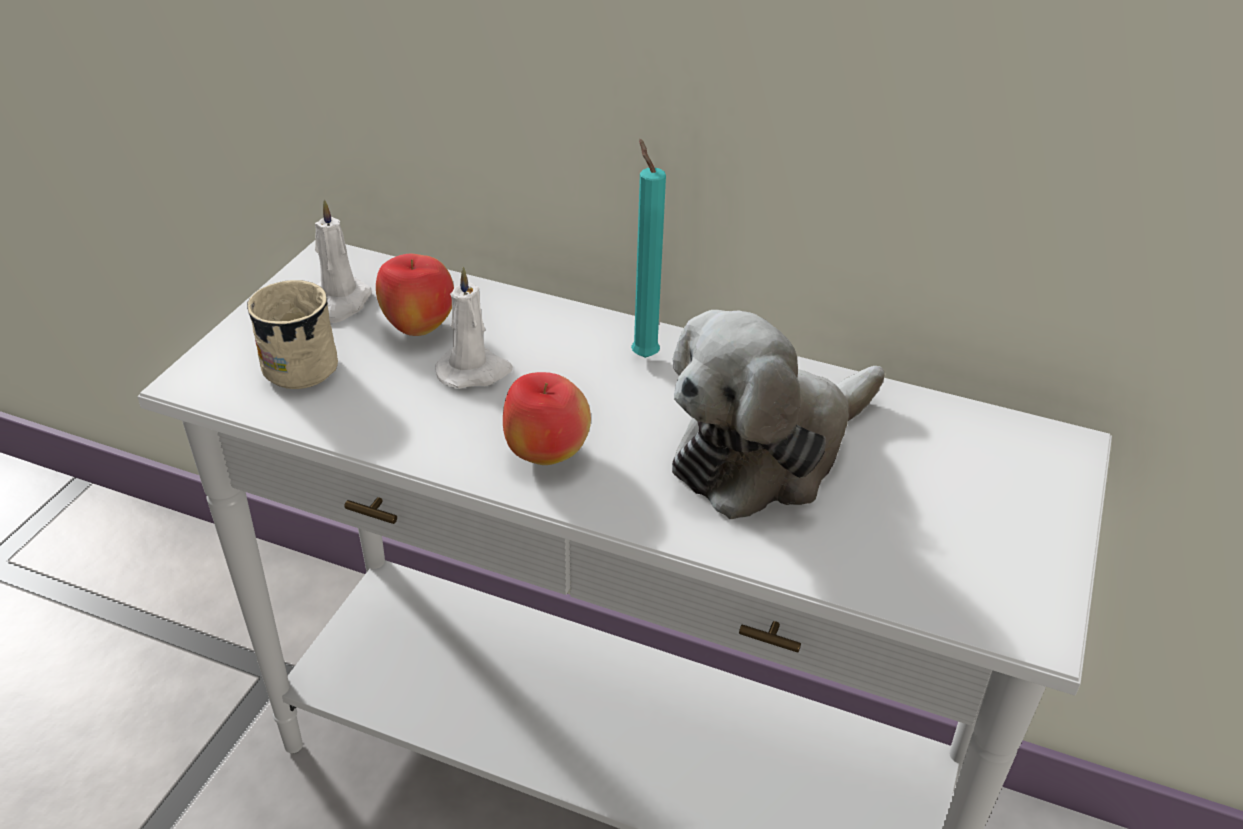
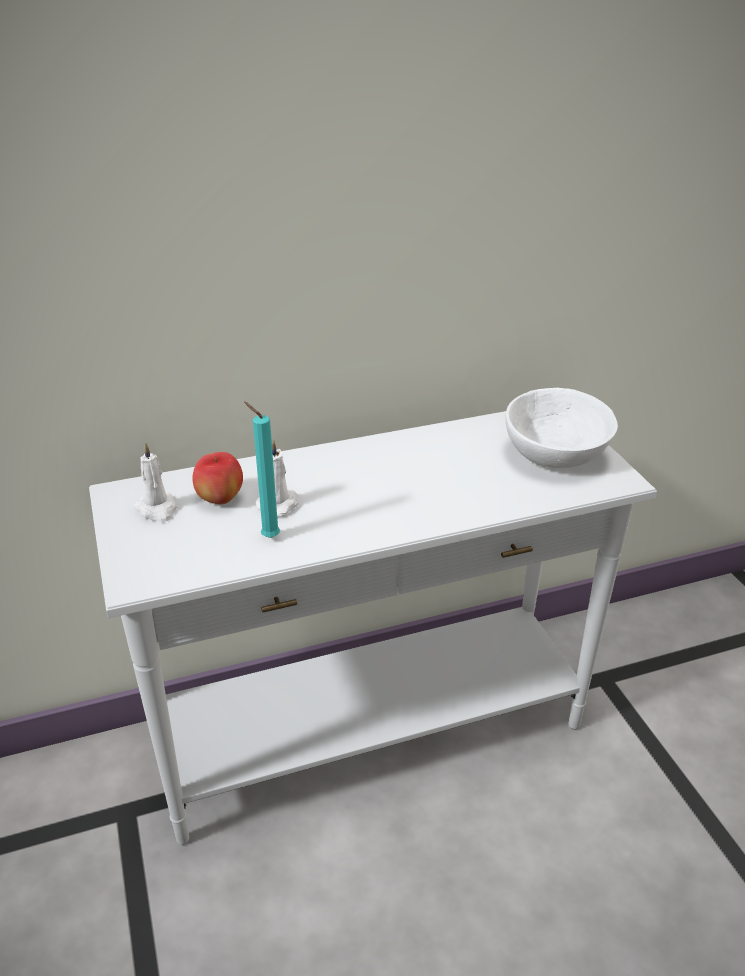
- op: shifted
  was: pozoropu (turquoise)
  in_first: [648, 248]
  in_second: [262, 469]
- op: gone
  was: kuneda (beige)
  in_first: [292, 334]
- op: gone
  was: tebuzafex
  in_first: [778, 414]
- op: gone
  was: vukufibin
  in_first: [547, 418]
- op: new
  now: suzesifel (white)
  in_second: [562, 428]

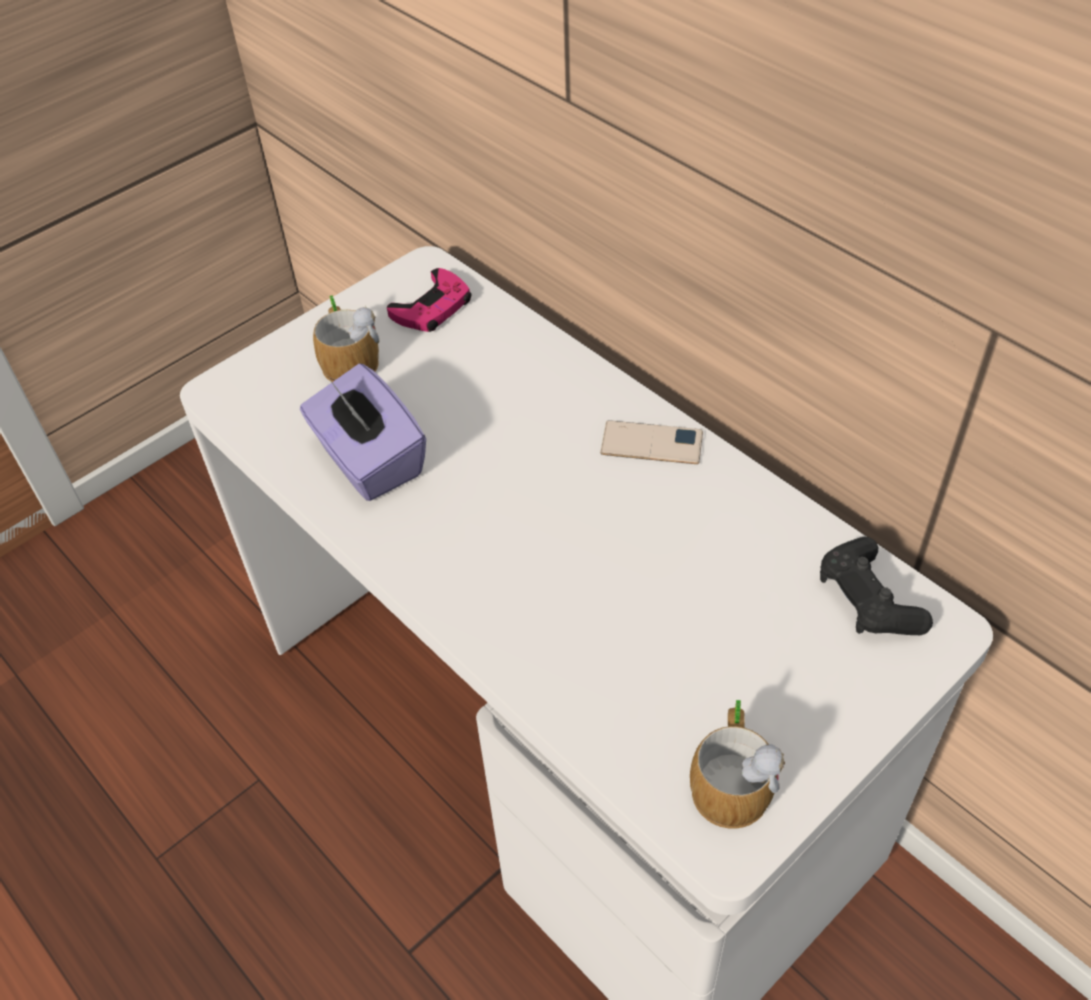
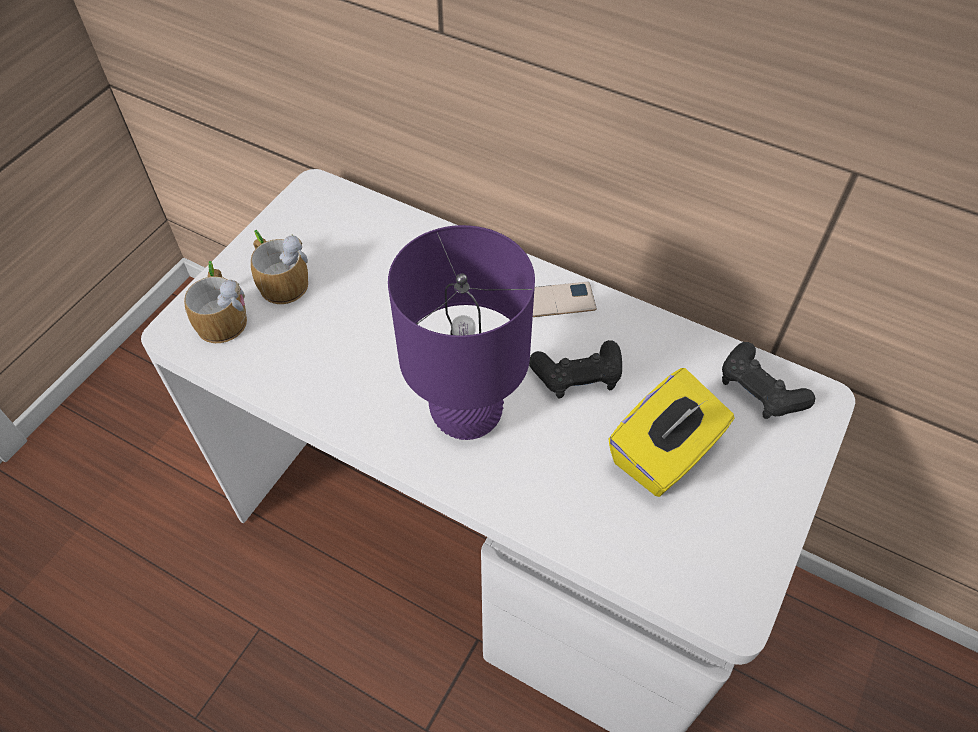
- op: gone
  was: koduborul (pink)
  in_first: [429, 300]
- op: gone
  was: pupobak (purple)
  in_first: [363, 432]
- op: shifted
  was: kuneda
  in_first: [737, 764]
  in_second: [215, 302]
- op: new
  now: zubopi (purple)
  in_second: [461, 332]
- op: new
  now: koduborul (black)
  in_second: [575, 369]
- op: new
  now: pupobak (yellow)
  in_second: [671, 432]

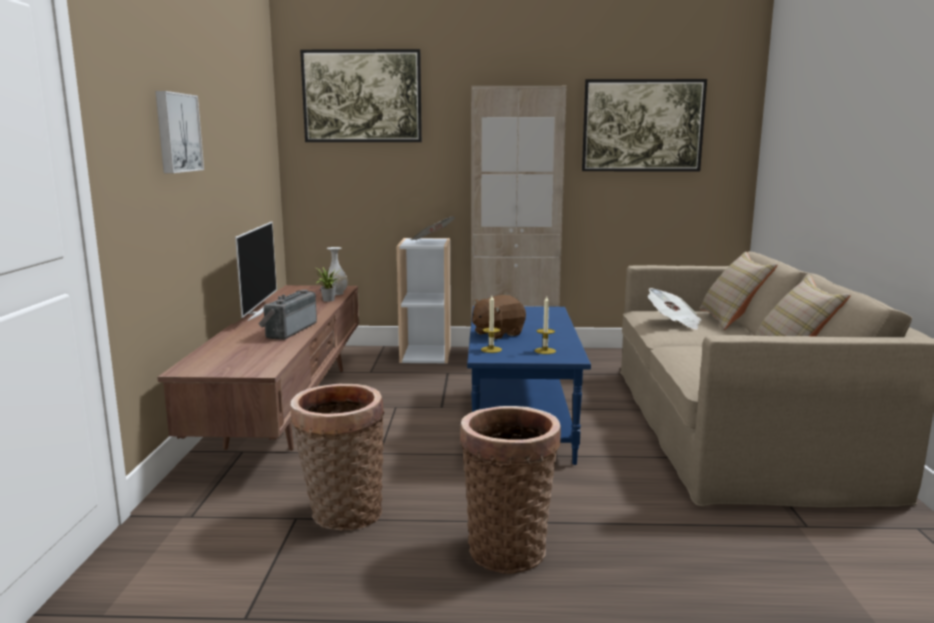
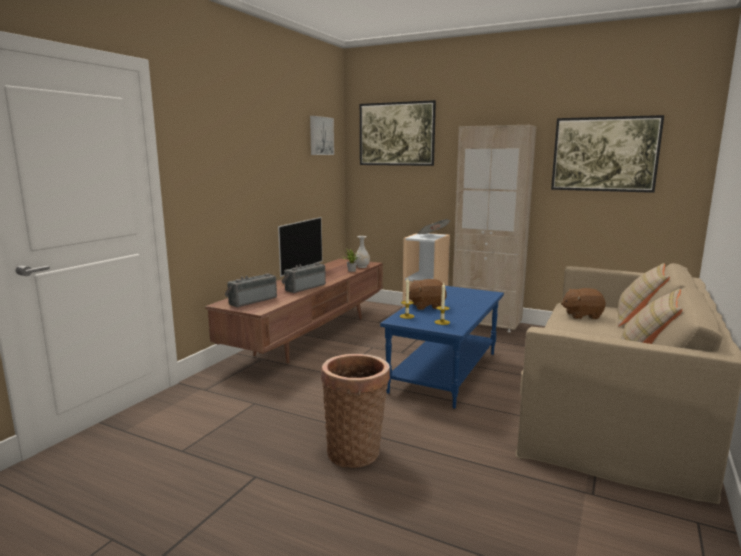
- op: shifted
  was: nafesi
  in_first: [180, 132]
  in_second: [322, 135]
- op: swapped
  was: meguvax
  now: tebuzafex (brown)
  in_first: [675, 309]
  in_second: [583, 303]
- op: gone
  was: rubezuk
  in_first: [337, 457]
- op: new
  now: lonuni
  in_second: [251, 290]

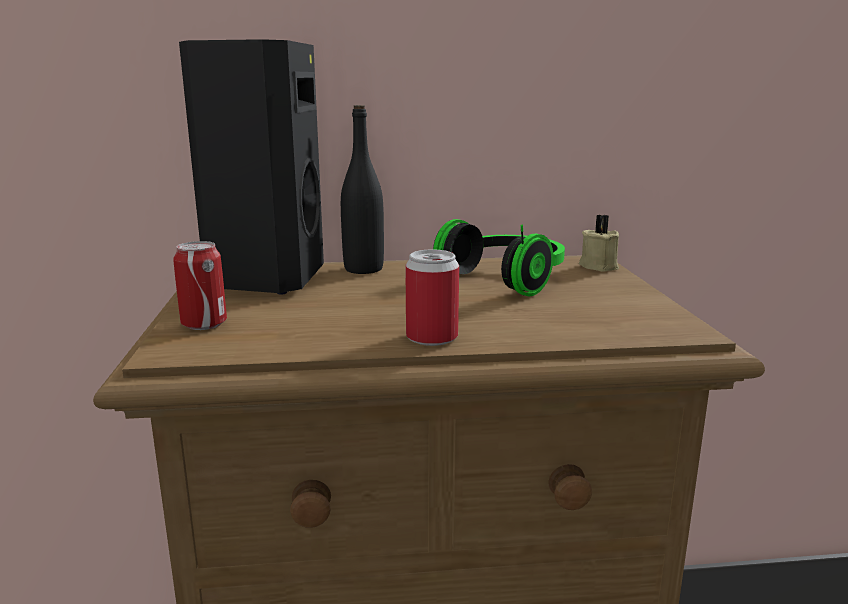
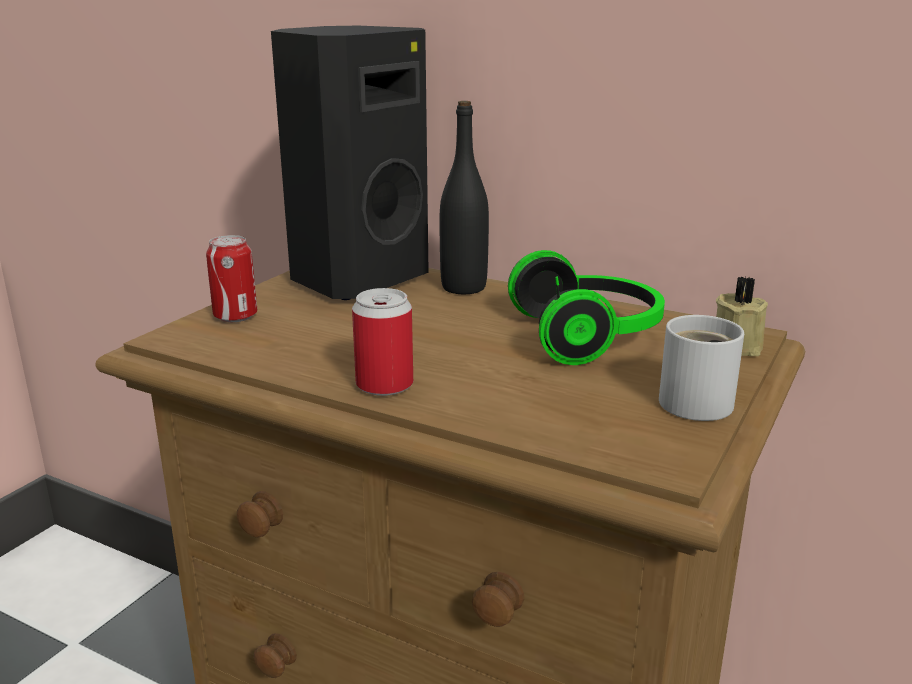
- op: new
  now: kuneda (white)
  in_second: [701, 368]

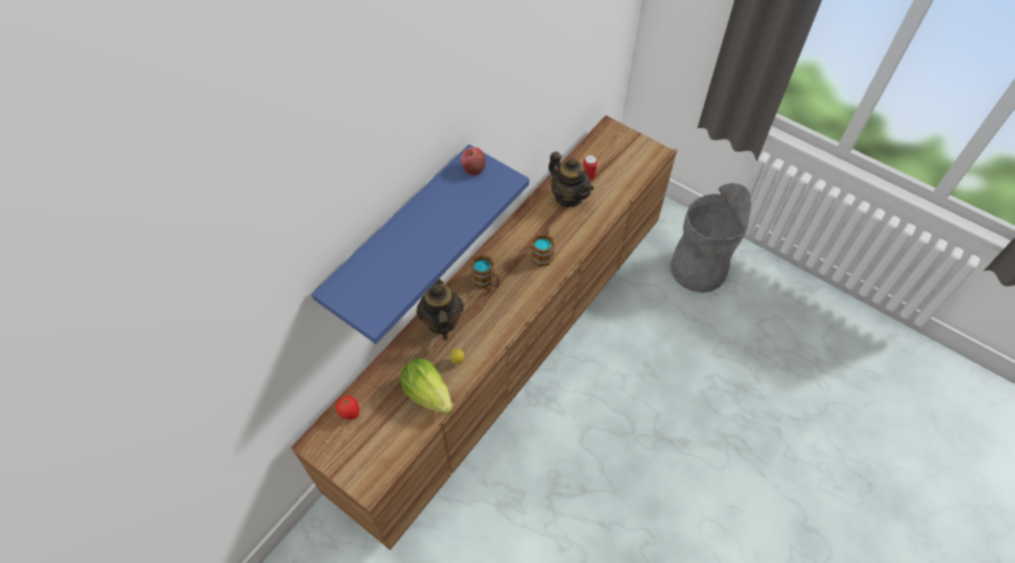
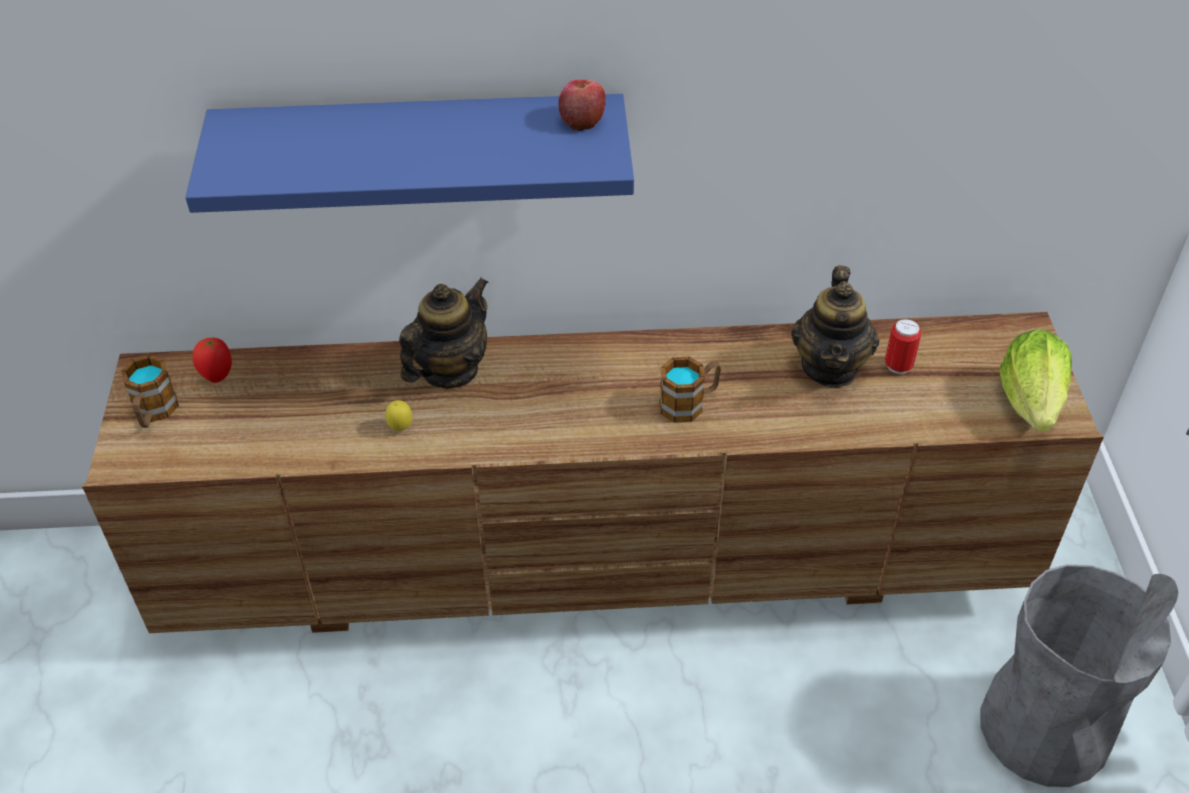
- op: shifted
  was: kuneda
  in_first: [485, 271]
  in_second: [150, 391]
- op: shifted
  was: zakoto
  in_first: [426, 386]
  in_second: [1036, 380]

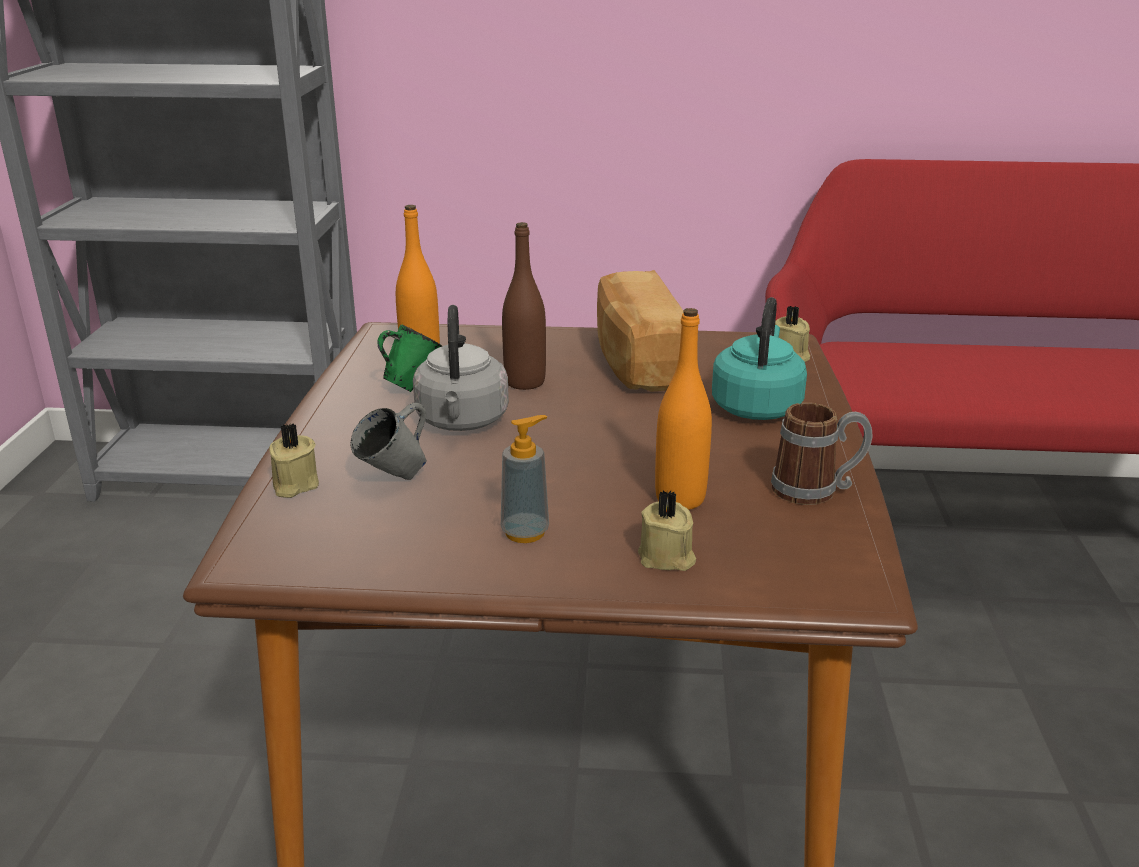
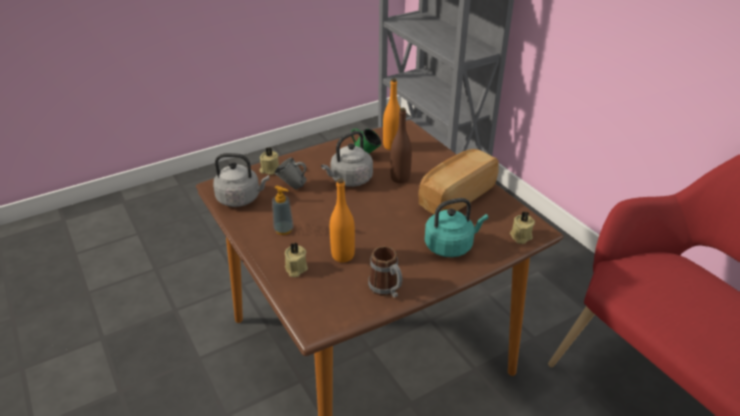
- op: new
  now: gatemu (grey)
  in_second: [241, 180]

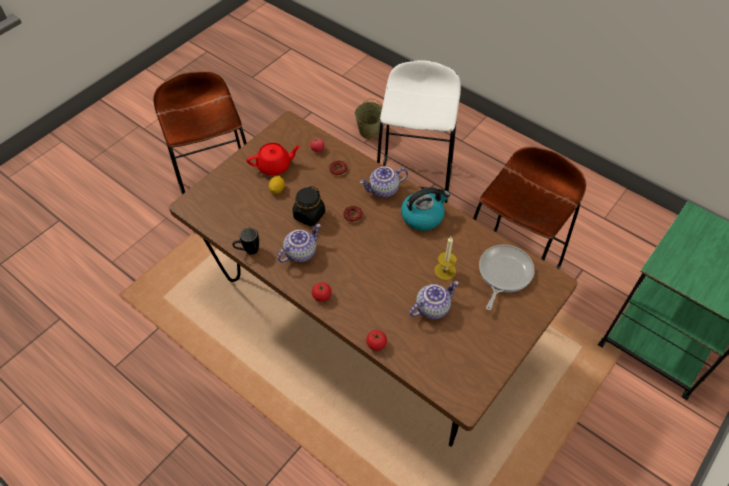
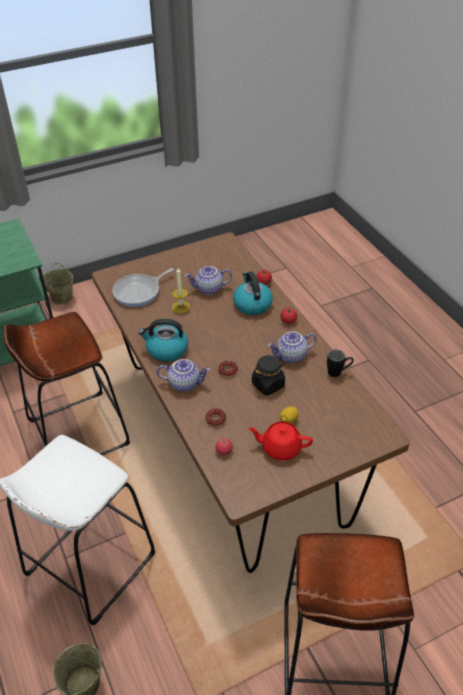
- op: new
  now: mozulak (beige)
  in_second: [58, 283]
- op: new
  now: gatemu
  in_second: [253, 293]

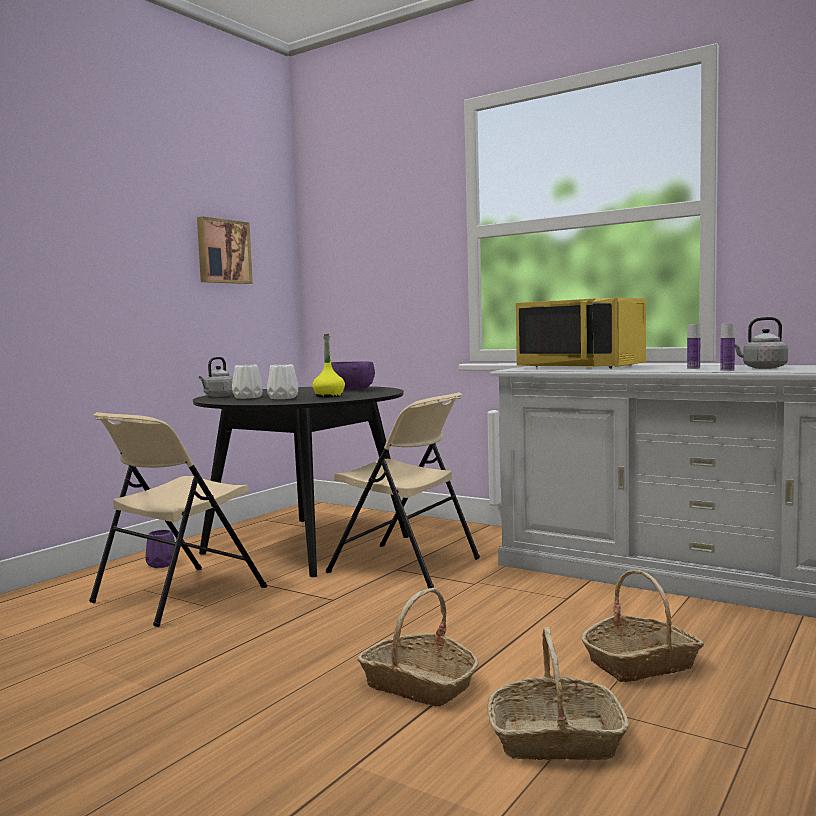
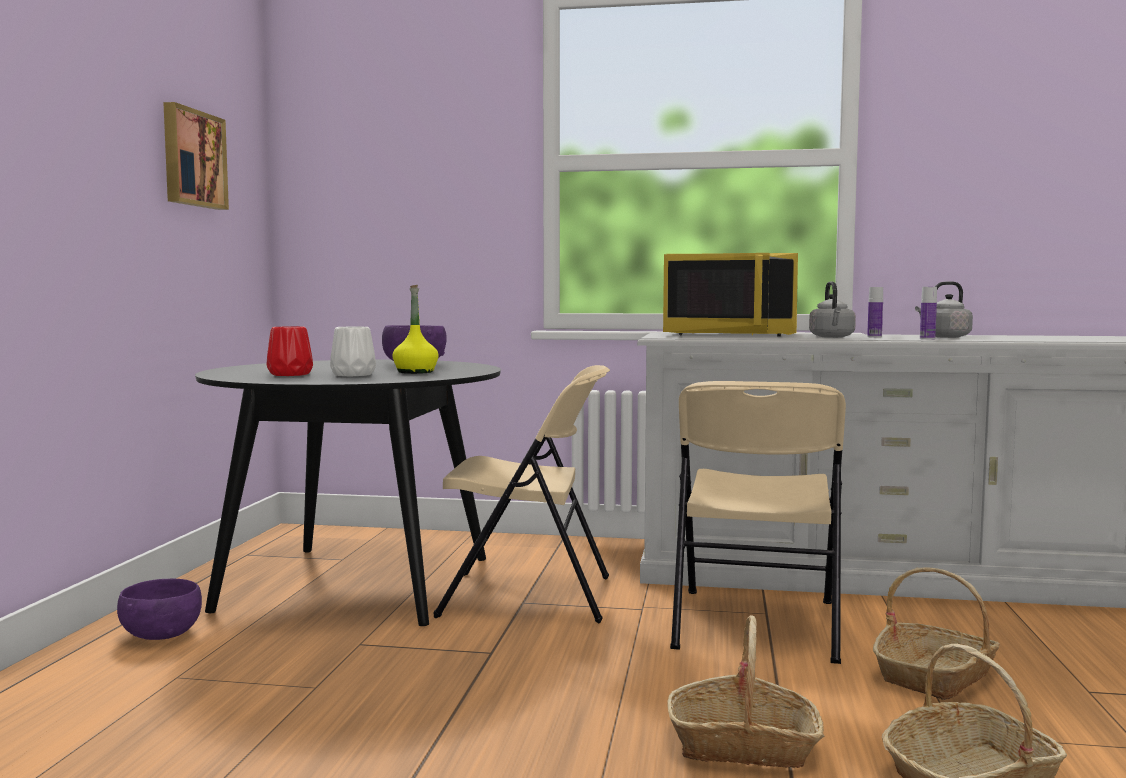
- op: shifted
  was: gatemu (grey)
  in_first: [216, 377]
  in_second: [832, 309]
- op: repainted
  was: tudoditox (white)
  now: tudoditox (red)
  in_first: [247, 382]
  in_second: [289, 351]
- op: shifted
  was: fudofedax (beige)
  in_first: [178, 519]
  in_second: [758, 522]
- op: swapped
  was: tudoditox (purple)
  now: suzesifel (purple)
  in_first: [160, 549]
  in_second: [159, 609]

